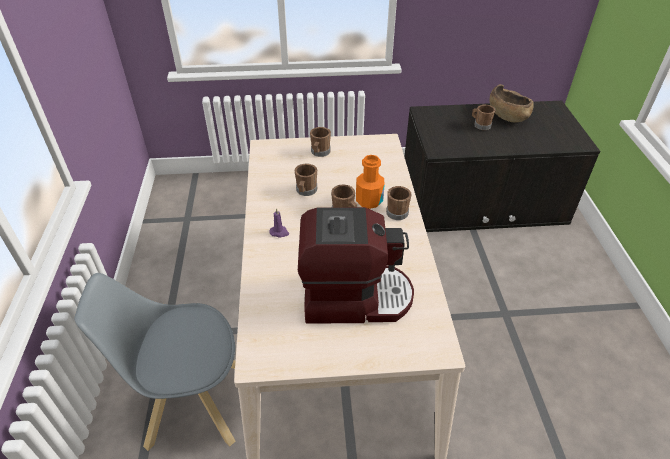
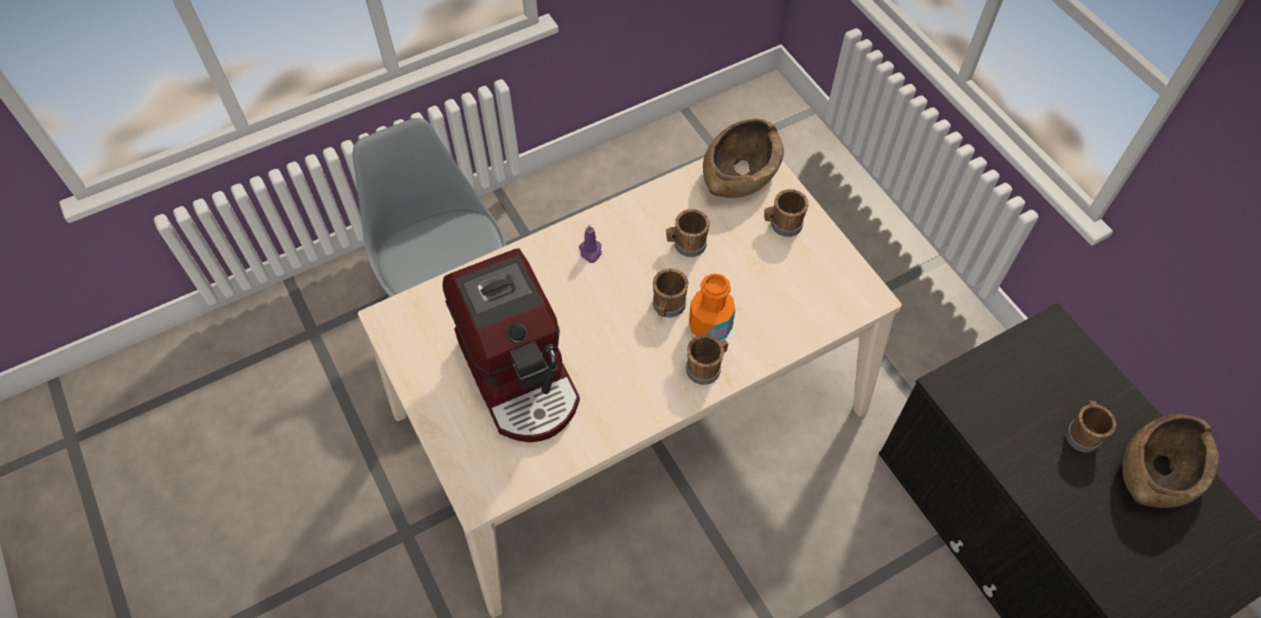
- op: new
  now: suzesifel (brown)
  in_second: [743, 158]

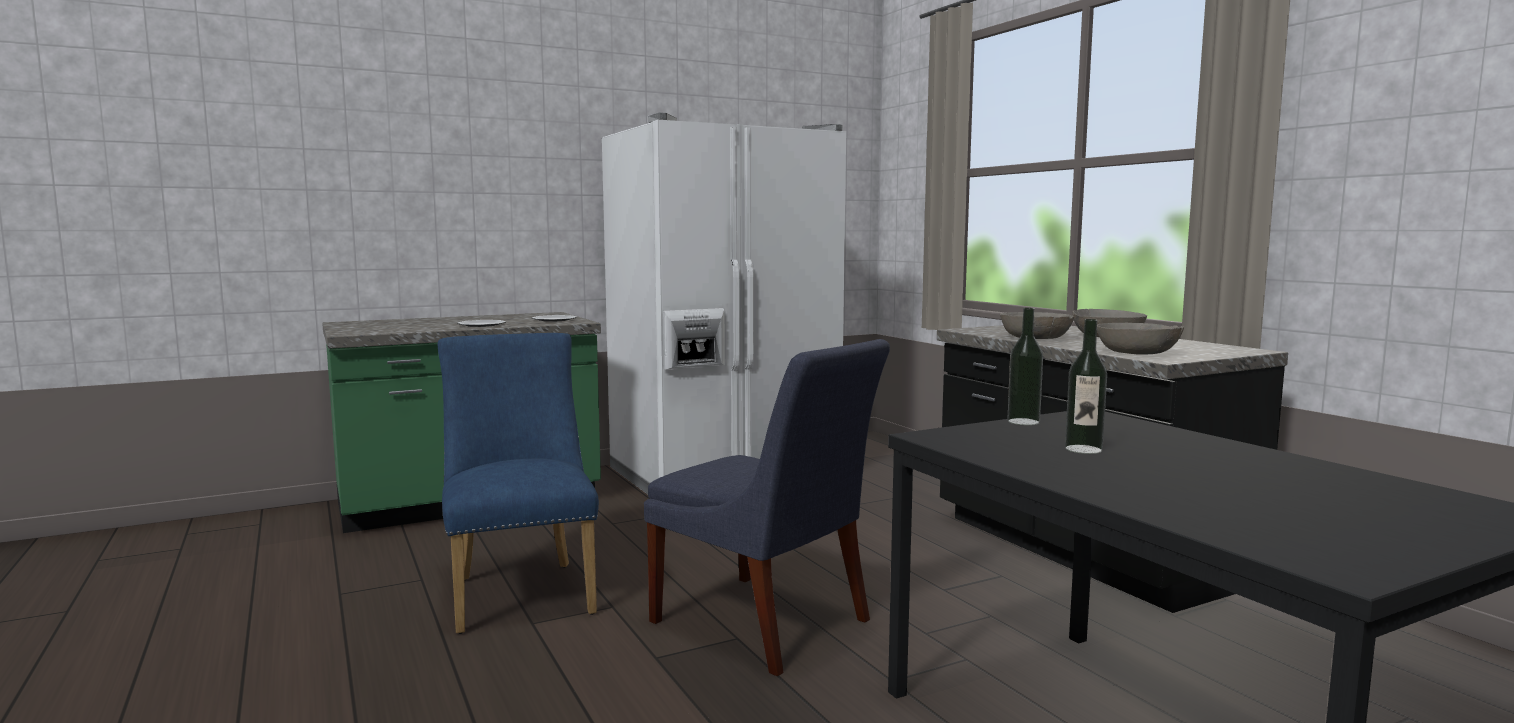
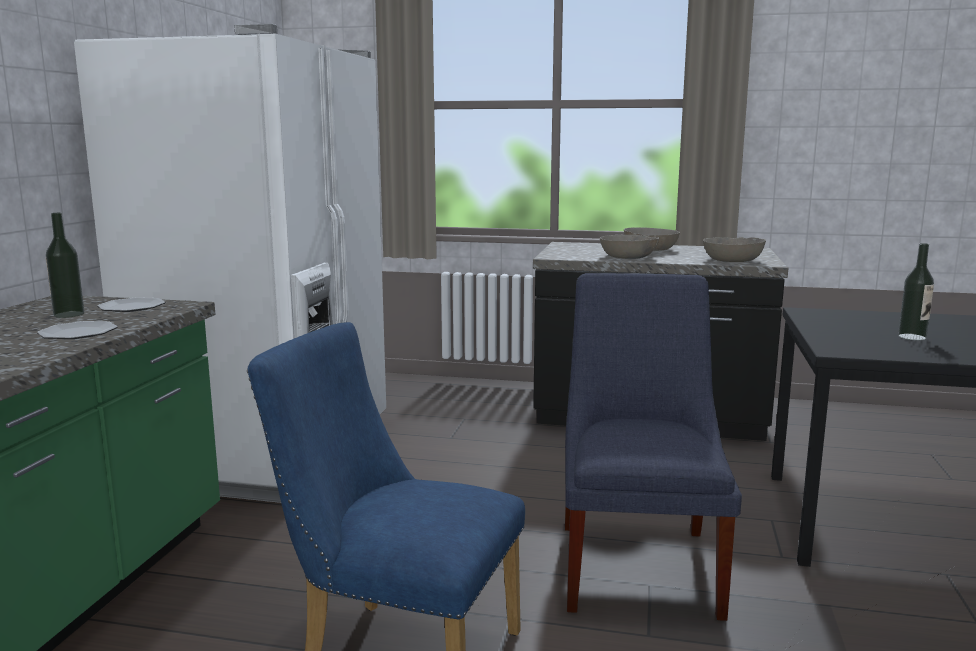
- op: shifted
  was: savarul
  in_first: [1025, 366]
  in_second: [64, 265]
- op: rotated
  was: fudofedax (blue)
  in_first: [767, 507]
  in_second: [653, 447]
  clockwise: -75

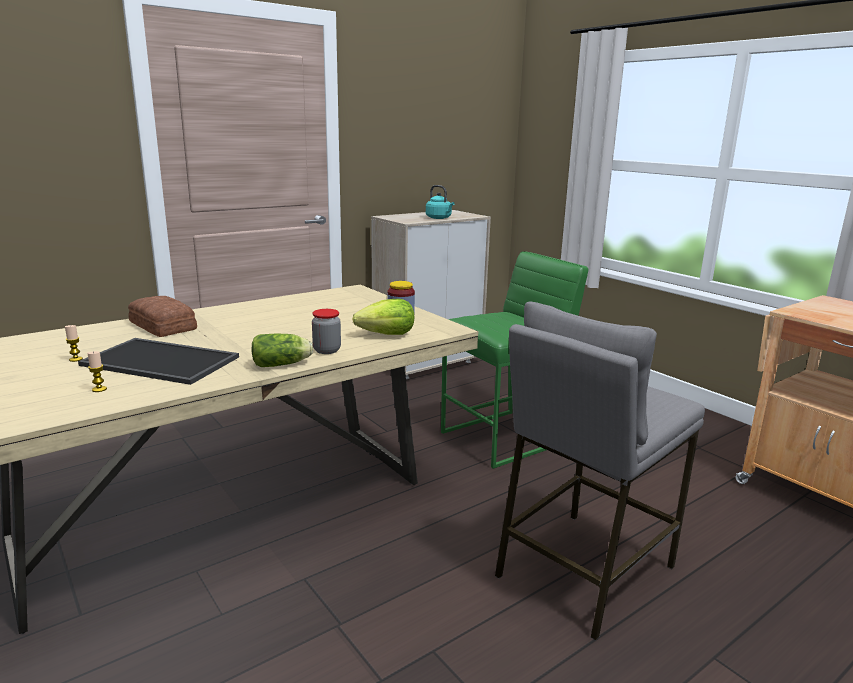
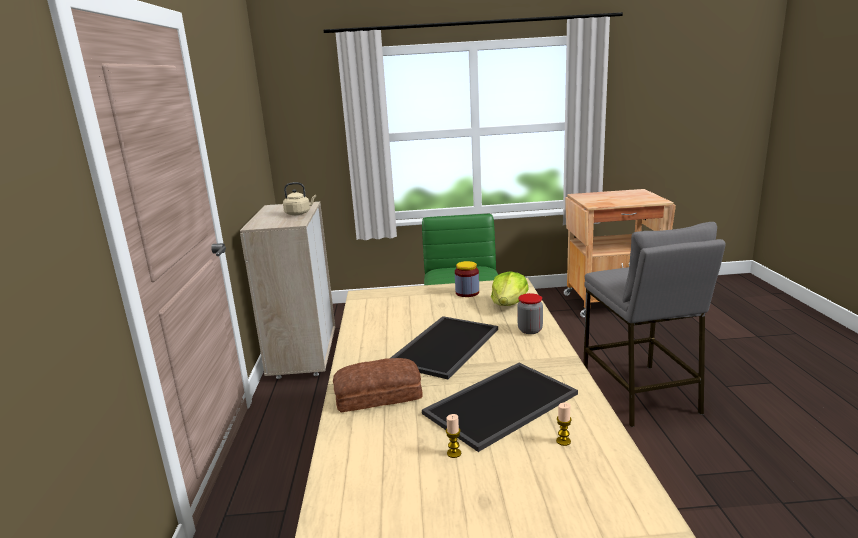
- op: repainted
  was: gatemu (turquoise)
  now: gatemu (beige)
  in_first: [440, 202]
  in_second: [299, 198]
- op: gone
  was: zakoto
  in_first: [282, 350]
- op: new
  now: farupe
  in_second: [444, 347]

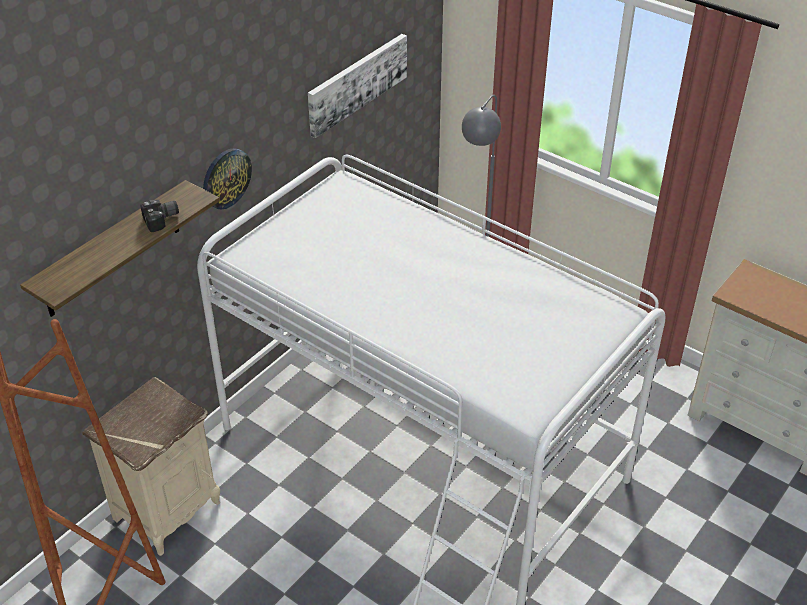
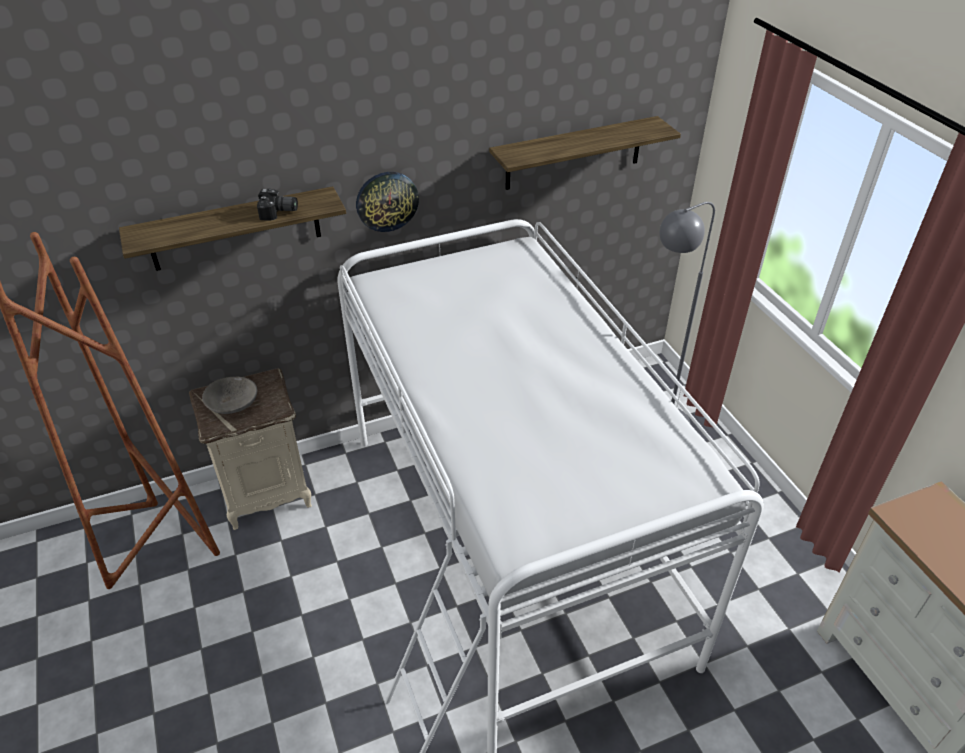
- op: swapped
  was: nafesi
  now: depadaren
  in_first: [357, 86]
  in_second: [585, 153]
- op: new
  now: suzesifel (grey)
  in_second: [229, 395]

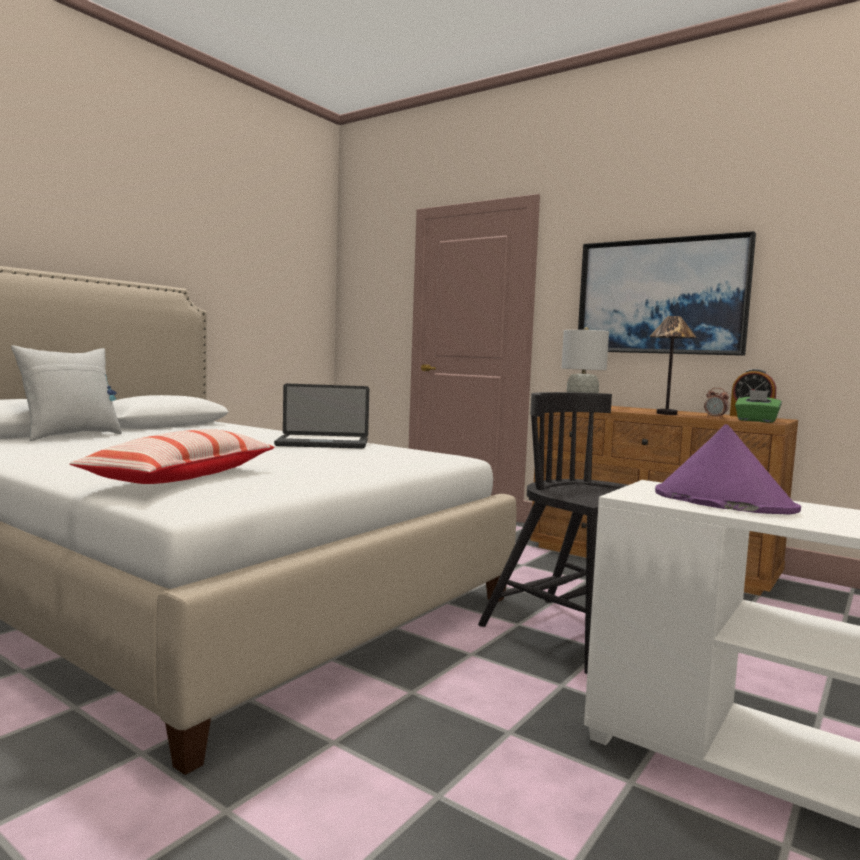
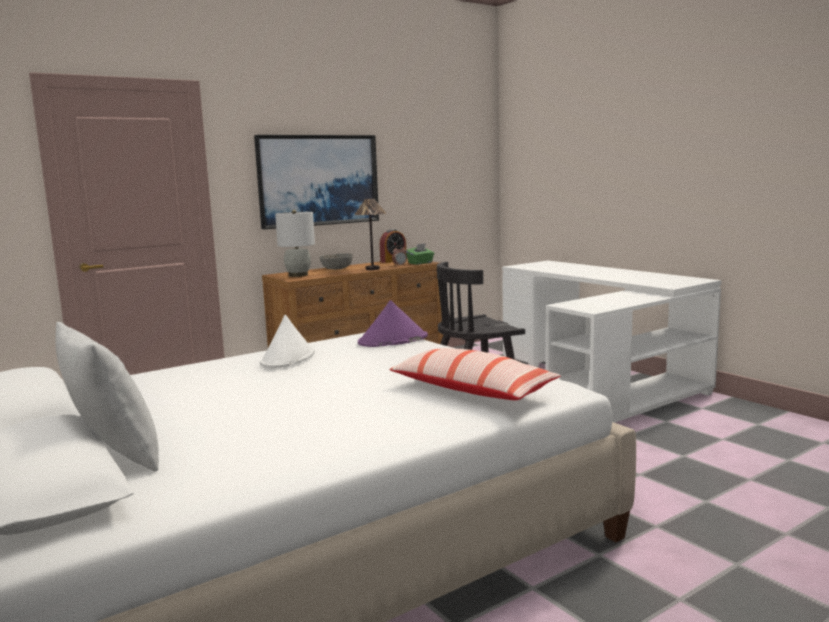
- op: swapped
  was: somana
  now: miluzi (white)
  in_first: [321, 416]
  in_second: [287, 341]
- op: shifted
  was: miluzi (purple)
  in_first: [728, 469]
  in_second: [393, 323]
- op: new
  now: suzesifel (grey)
  in_second: [336, 261]

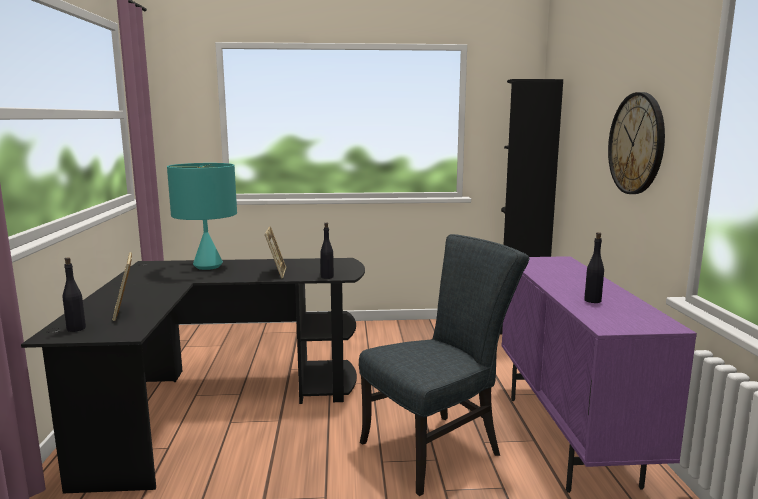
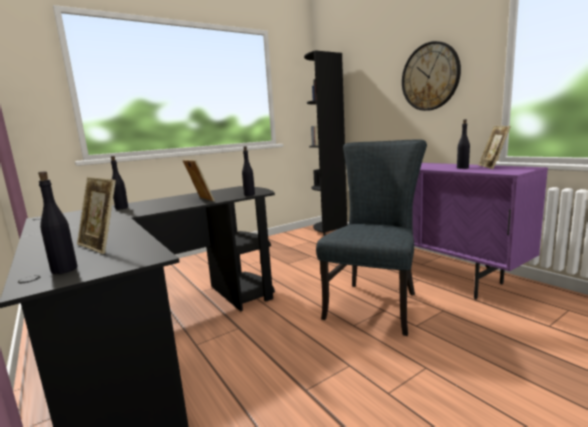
- op: swapped
  was: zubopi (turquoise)
  now: savarul (black)
  in_first: [202, 216]
  in_second: [119, 182]
- op: new
  now: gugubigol
  in_second: [494, 147]

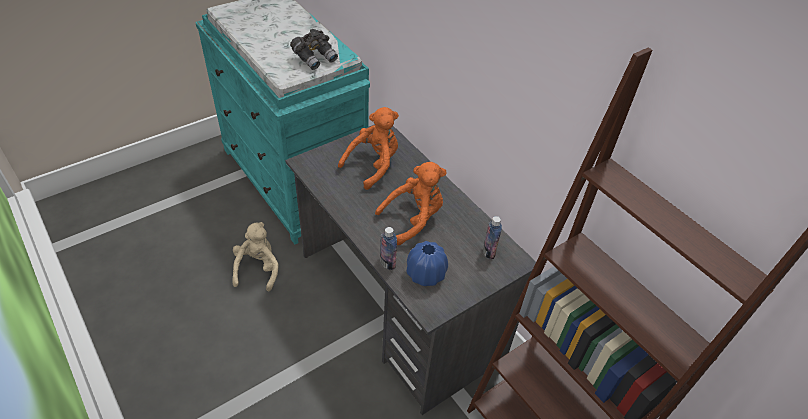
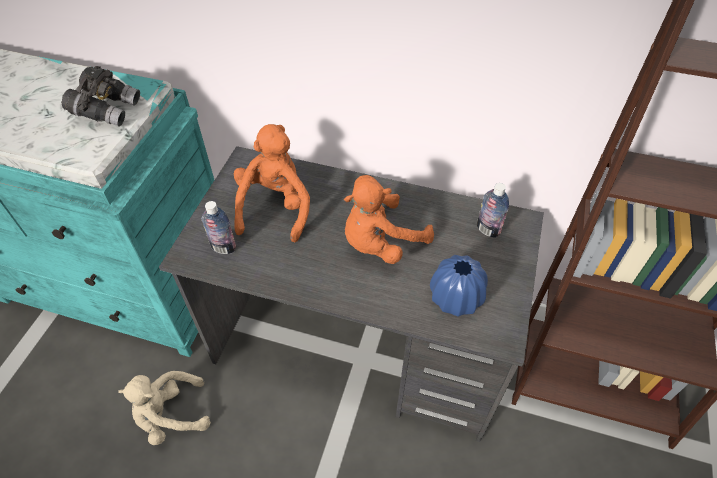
- op: rotated
  was: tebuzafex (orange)
  in_first: [411, 203]
  in_second: [389, 219]
  clockwise: -150
- op: rotated
  was: tebuzafex (beige)
  in_first: [256, 256]
  in_second: [164, 408]
  clockwise: -75
- op: shifted
  was: savarul
  in_first: [388, 248]
  in_second: [218, 227]

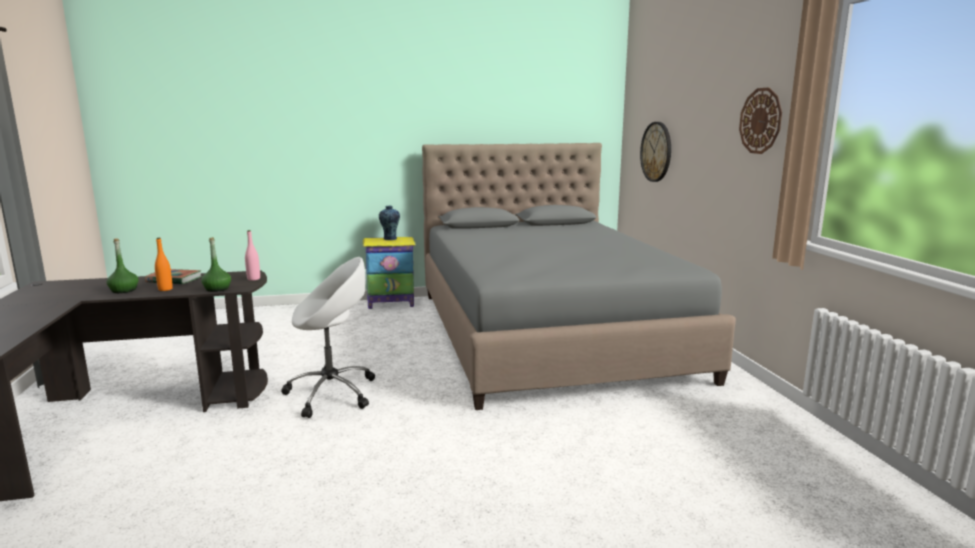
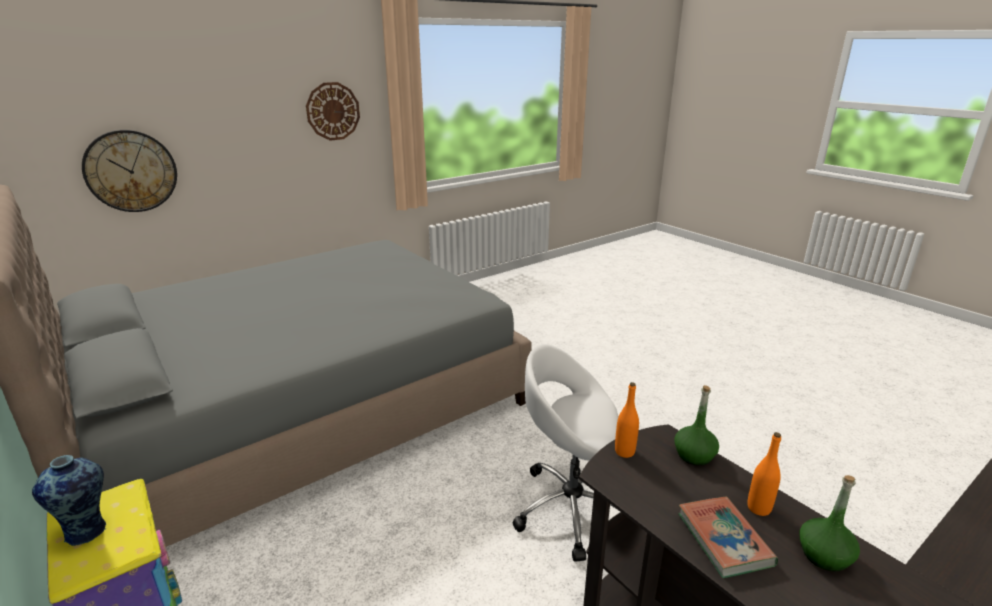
- op: repainted
  was: savarul (pink)
  now: savarul (orange)
  in_first: [252, 255]
  in_second: [627, 420]
- op: rotated
  was: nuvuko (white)
  in_first: [328, 337]
  in_second: [565, 452]
  clockwise: -45

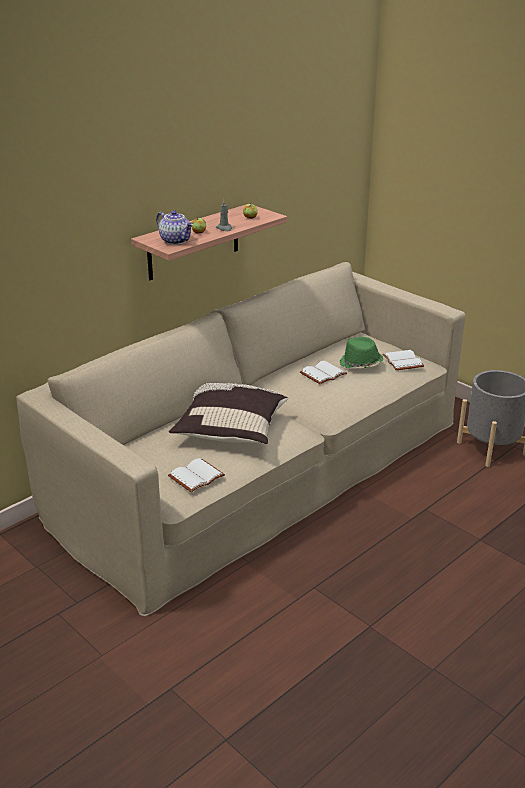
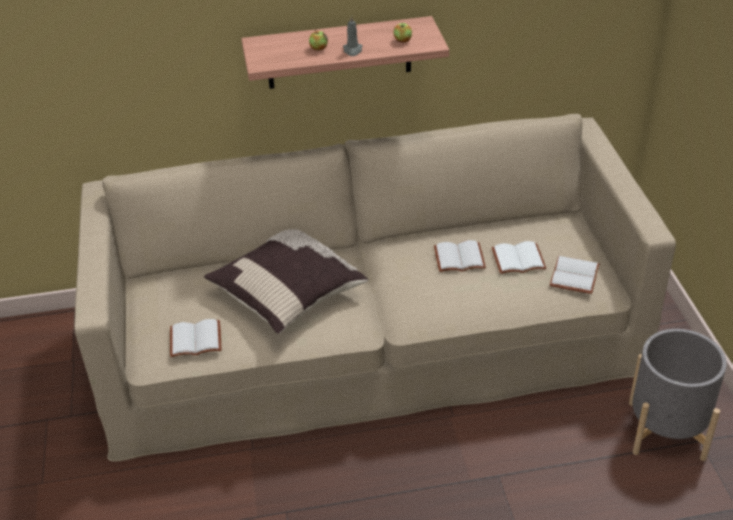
- op: gone
  was: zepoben
  in_first: [174, 227]
- op: swapped
  was: miluzi (green)
  now: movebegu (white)
  in_first: [361, 352]
  in_second: [519, 257]

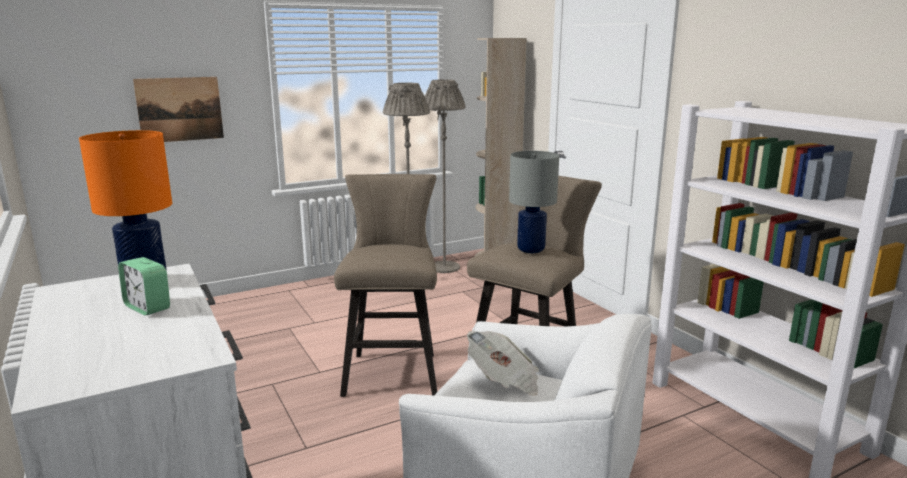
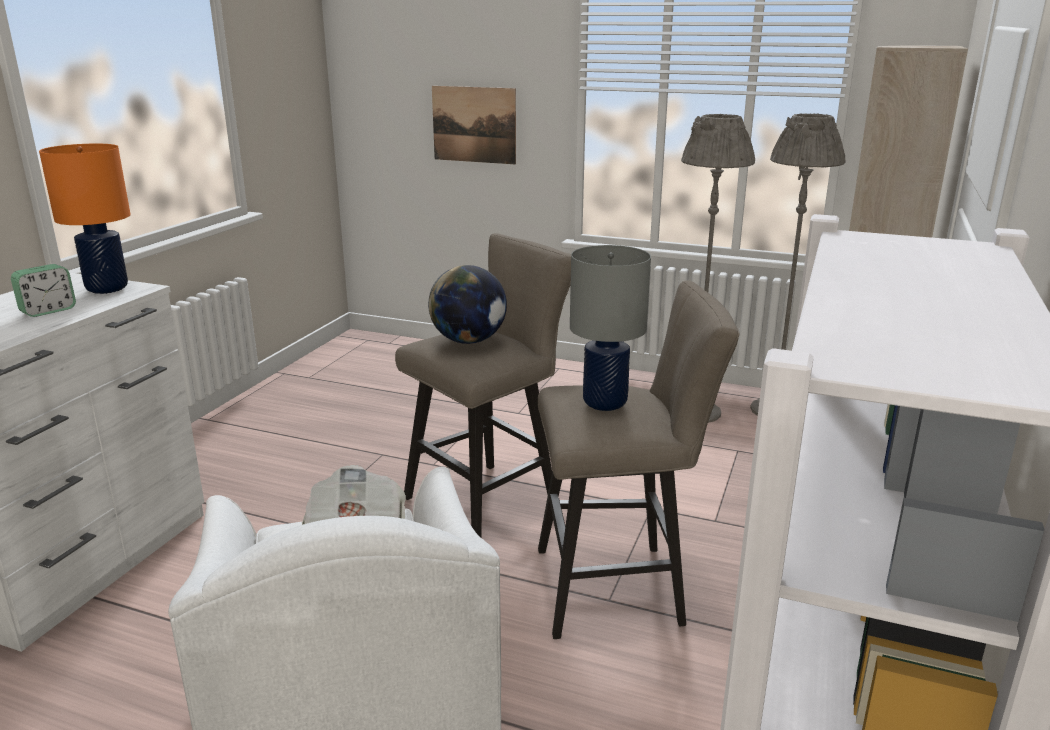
- op: rotated
  was: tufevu
  in_first: [144, 286]
  in_second: [43, 290]
  clockwise: -135
- op: new
  now: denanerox
  in_second: [467, 304]

